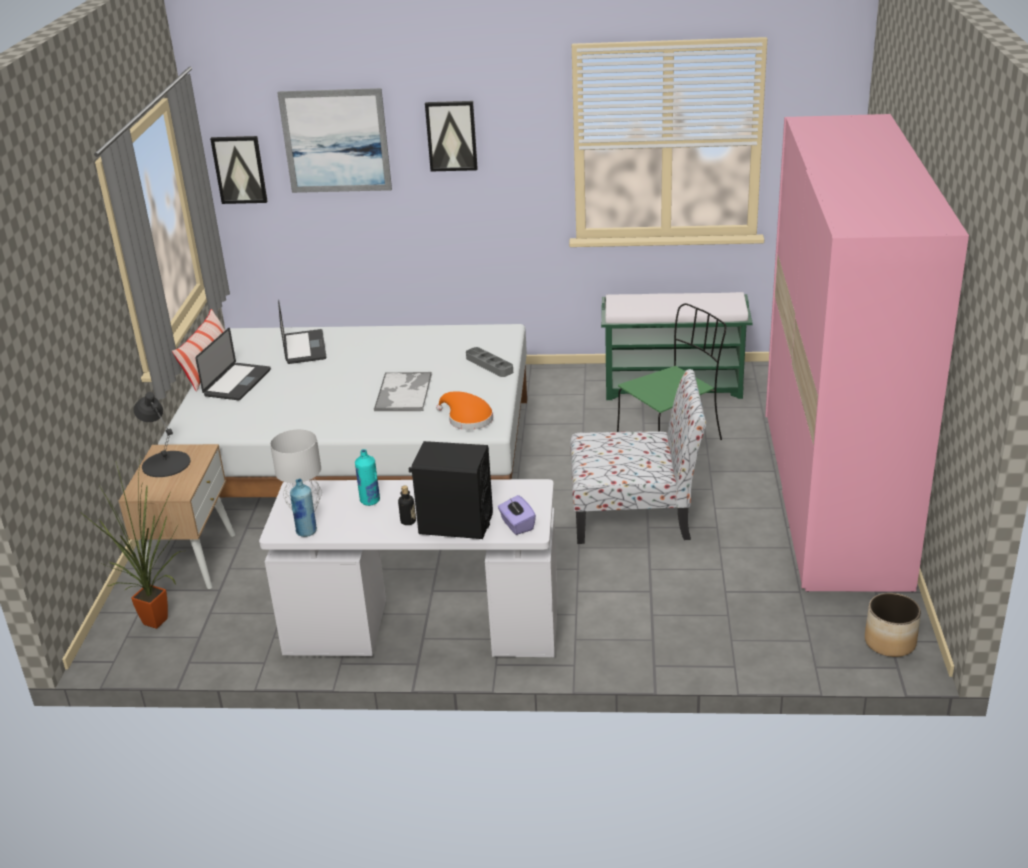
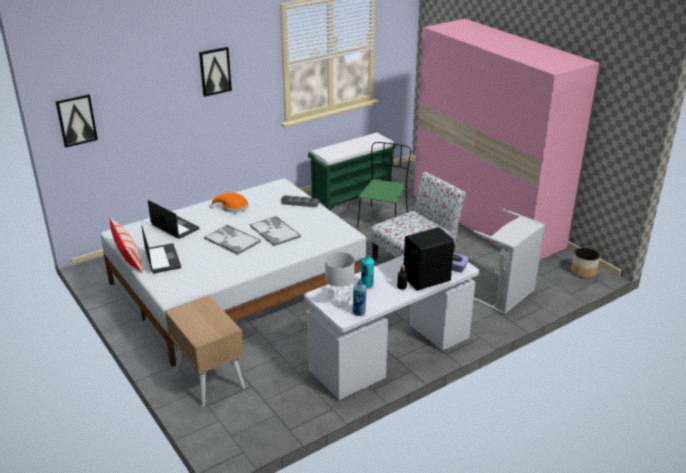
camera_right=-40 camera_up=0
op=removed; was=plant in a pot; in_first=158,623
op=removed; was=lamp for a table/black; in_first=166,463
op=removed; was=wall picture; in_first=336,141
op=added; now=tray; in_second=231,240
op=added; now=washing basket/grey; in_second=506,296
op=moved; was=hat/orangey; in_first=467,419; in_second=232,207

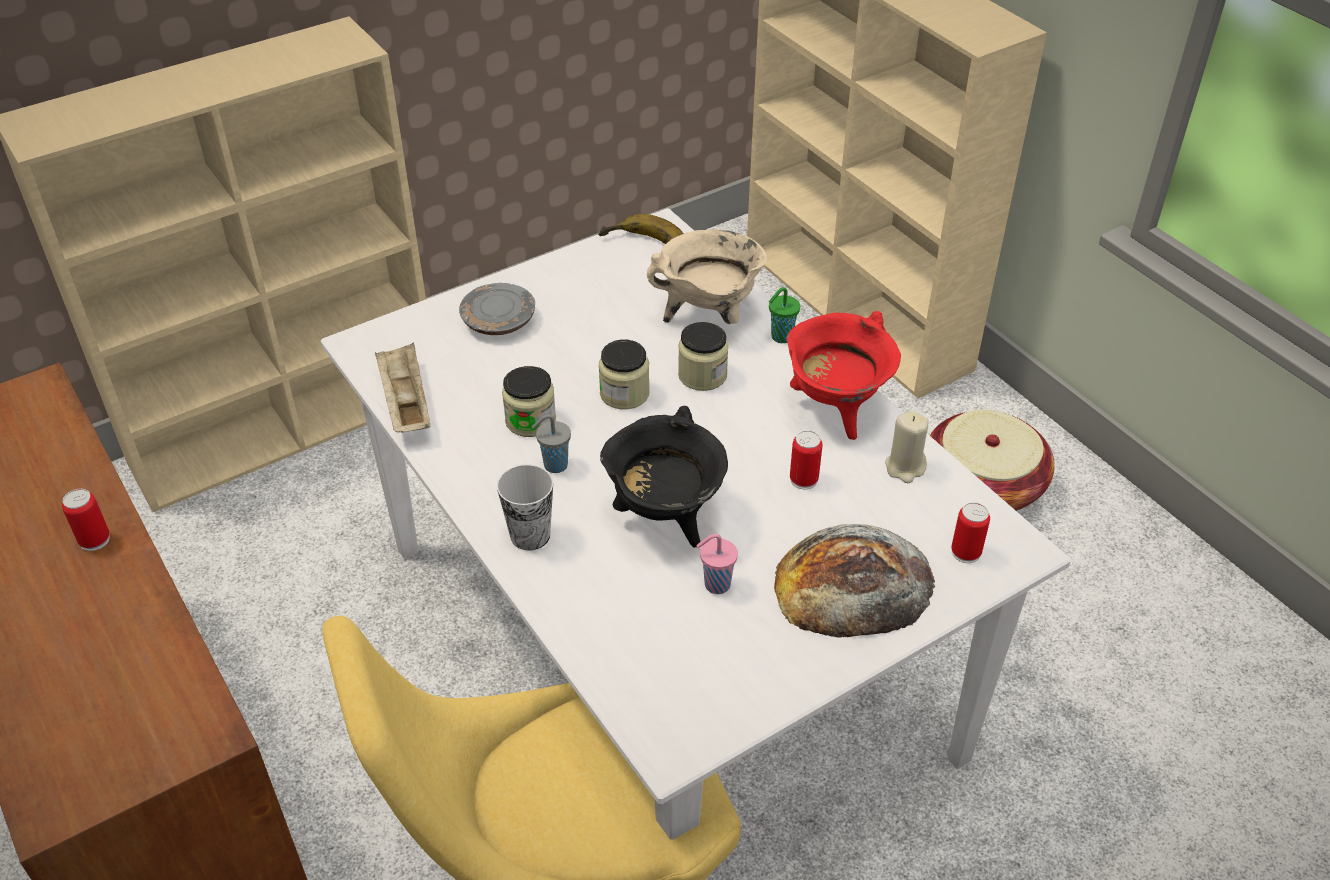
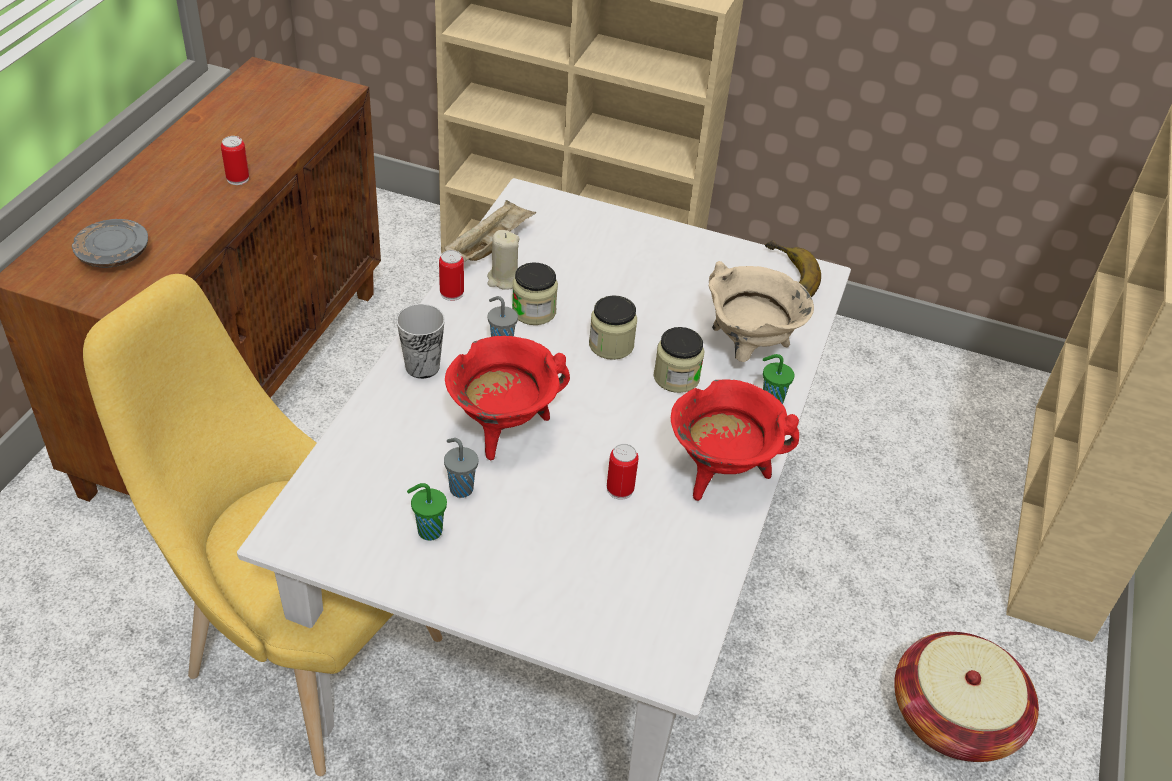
camera_right=50 camera_up=0
op=removed; was=bakery bread; in_first=853,583
op=added; now=drinking cup/greenish; in_second=428,531
op=moved; was=plate/grey; in_first=499,320; in_second=113,254
op=moved; was=wax light/beige; in_first=905,467; in_second=504,280
op=moved; was=can; in_first=965,552; in_second=451,293
op=recoloured; was=stockpot/black; now=stockpot/reddish; in_first=665,518; in_second=503,428
op=recoloured; was=drinking cup/pinkish; now=drinking cup/grey; in_first=715,585; in_second=460,488

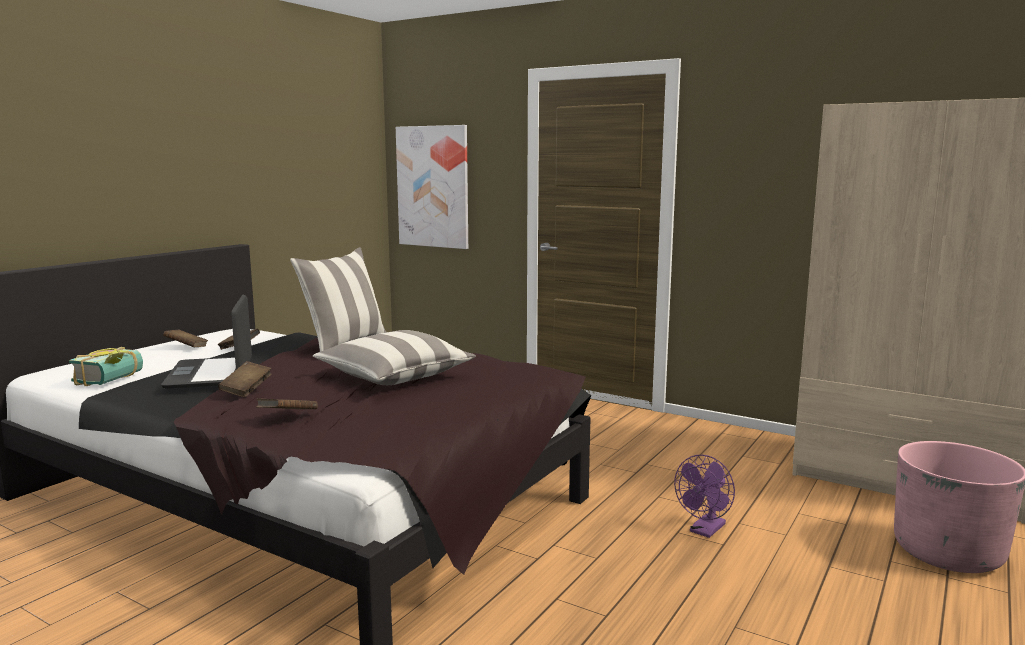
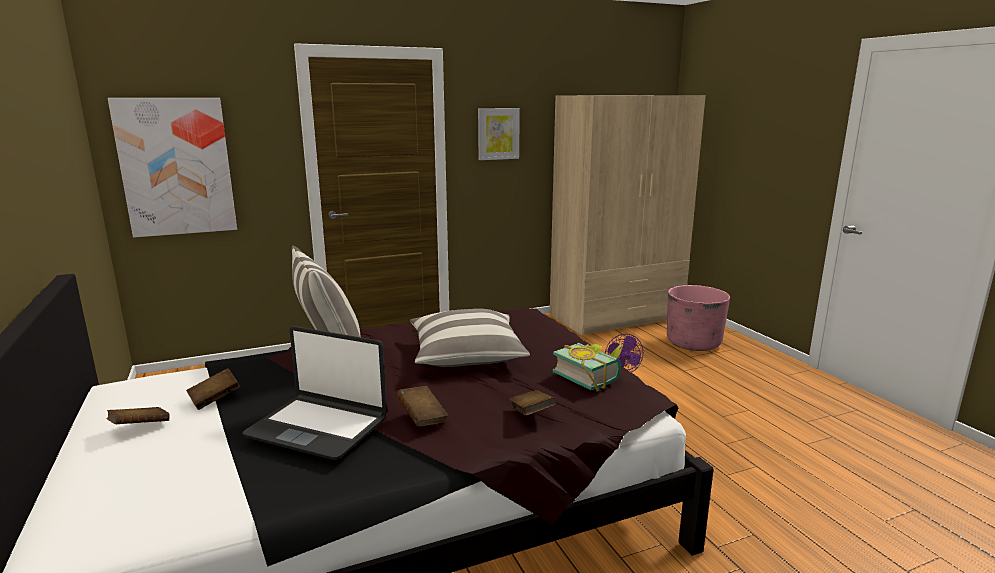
camera_right=-55 camera_up=5
op=added; now=wall picture; in_second=498,133
op=moved; was=book; in_first=113,380; in_second=590,376

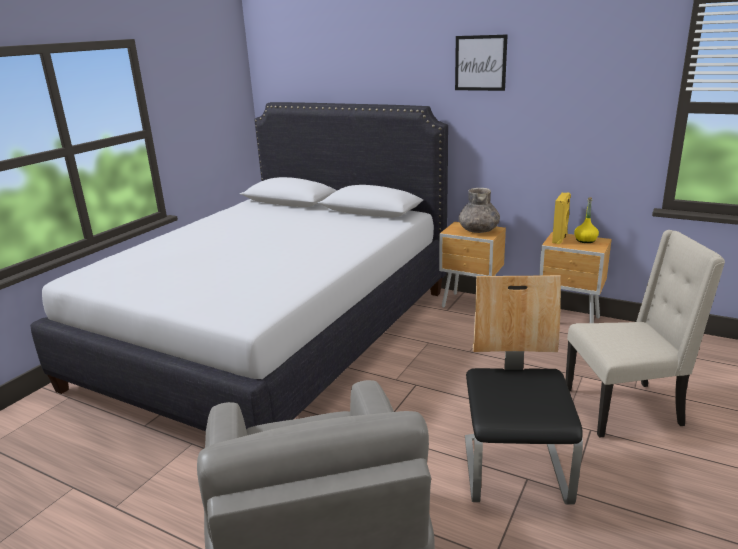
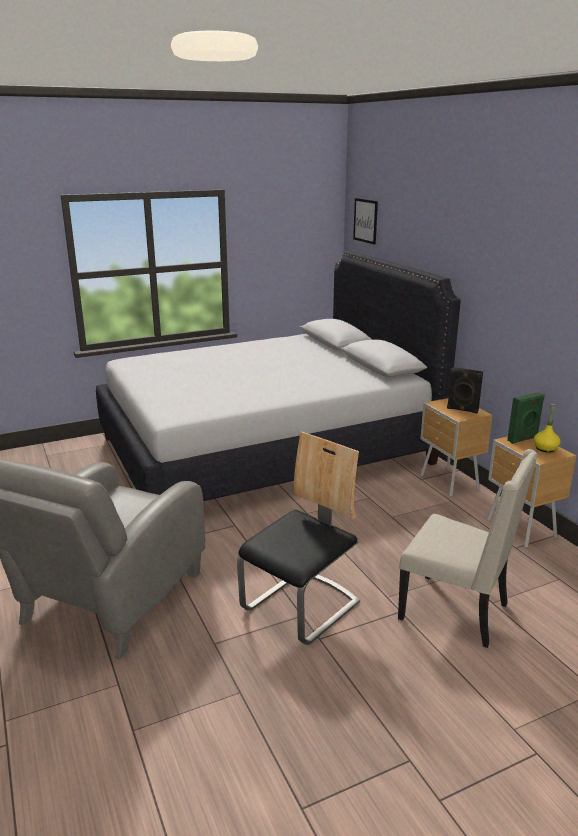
camera_right=35 camera_up=0
op=moved; was=wall picture; in_first=480,63; in_second=365,220
op=replaced; was=flower vase/grey; now=speaker/black; in_first=479,230; in_second=462,410
op=recoloured; was=speaker/yellow-coloured; now=speaker/greenish; in_first=560,239; in_second=523,439

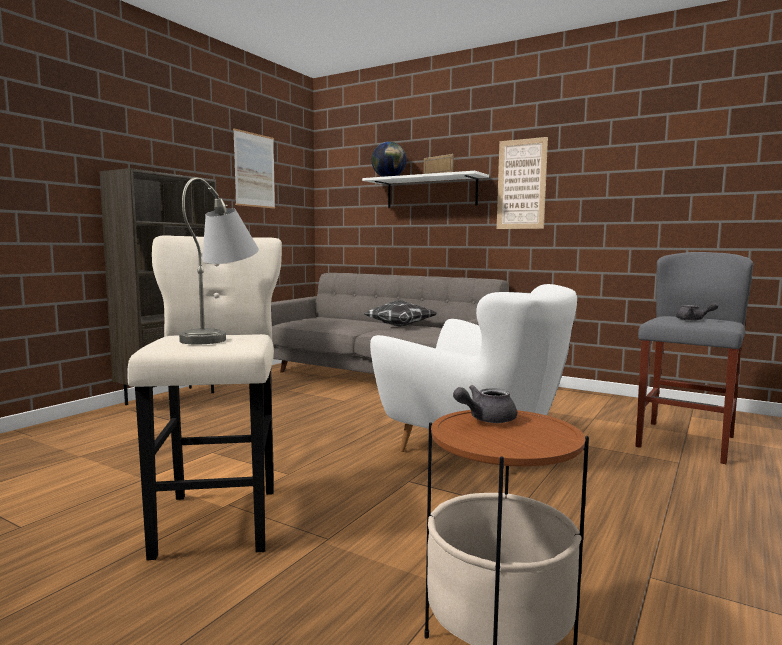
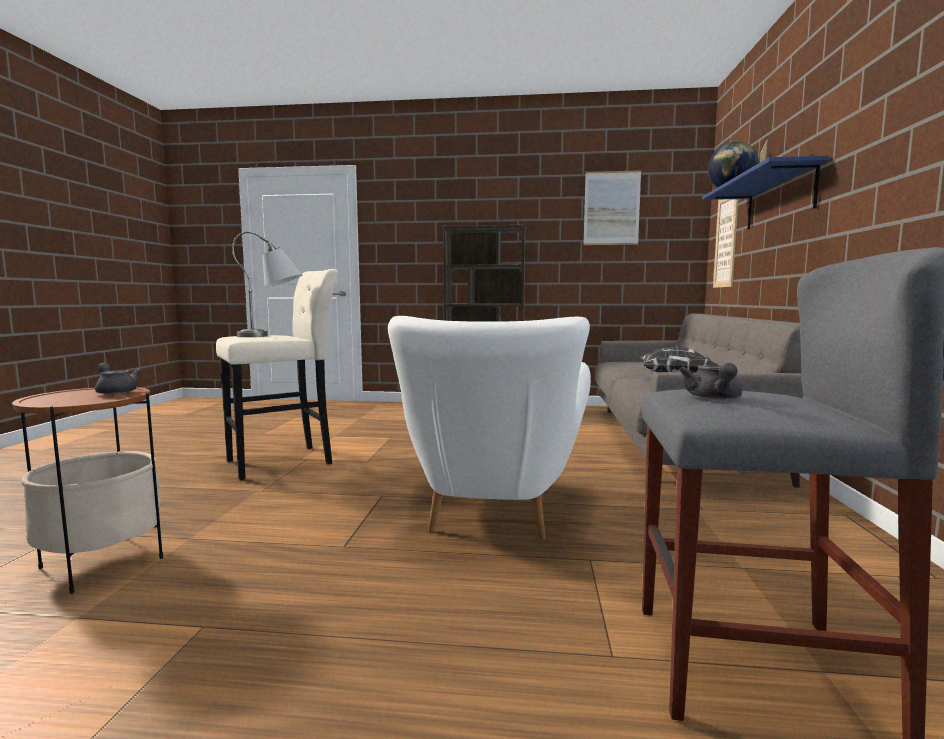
camera_right=65 camera_up=0
op=moved; was=wall picture; in_first=521,184; in_second=726,241
op=recoloured; was=bracket shelf/whitish; now=bracket shelf/bluish; in_first=431,192; in_second=779,199

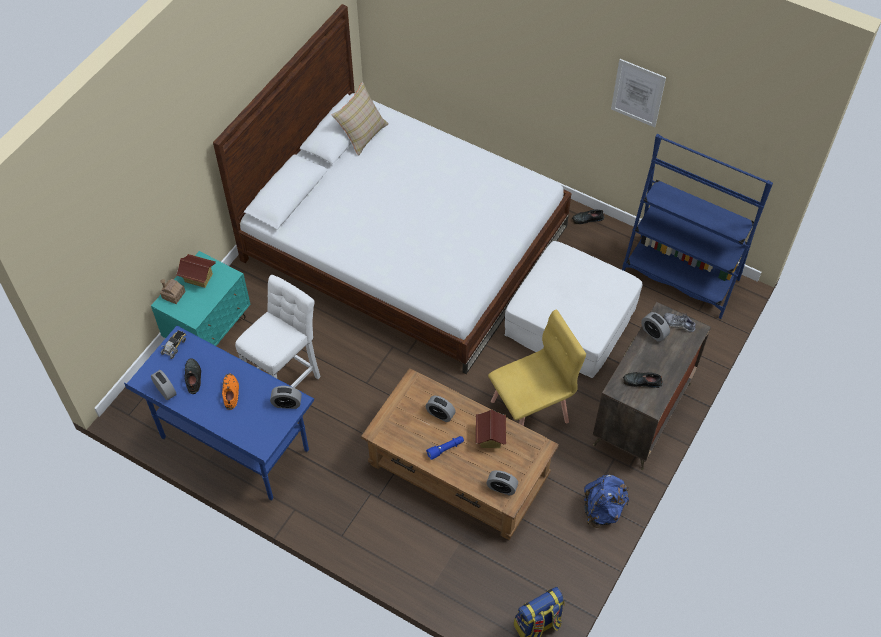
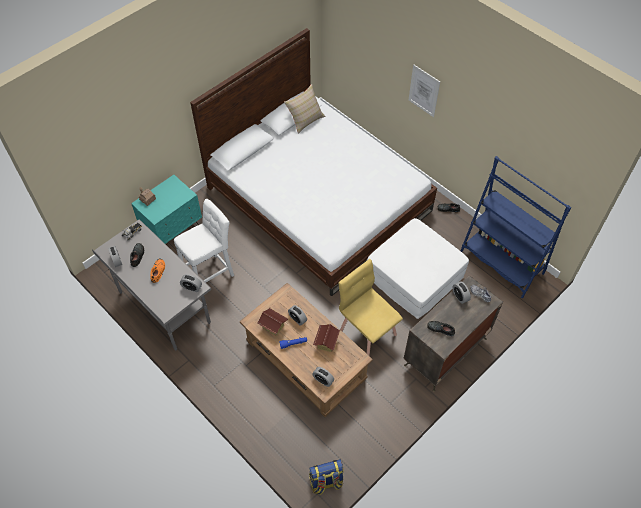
camera_right=15 camera_up=0
op=removed; was=rucksack/bluish; in_first=603,509
op=moved; was=model house; in_first=198,278; in_second=273,326
op=moved; was=wall picture; in_first=638,93; in_second=424,90
op=recoloured; was=desk/bluish; now=desk/grey; in_first=234,445; in_second=164,308
op=turned; was=plain chair/yellow-coloured; in_first=530,411; in_second=367,332; clockwise=-120

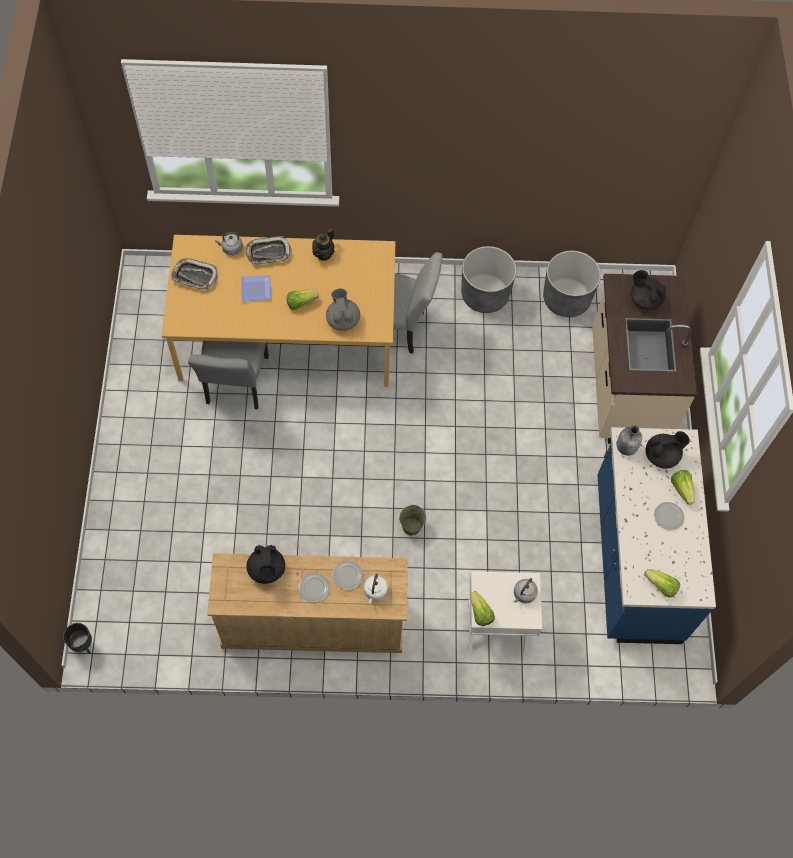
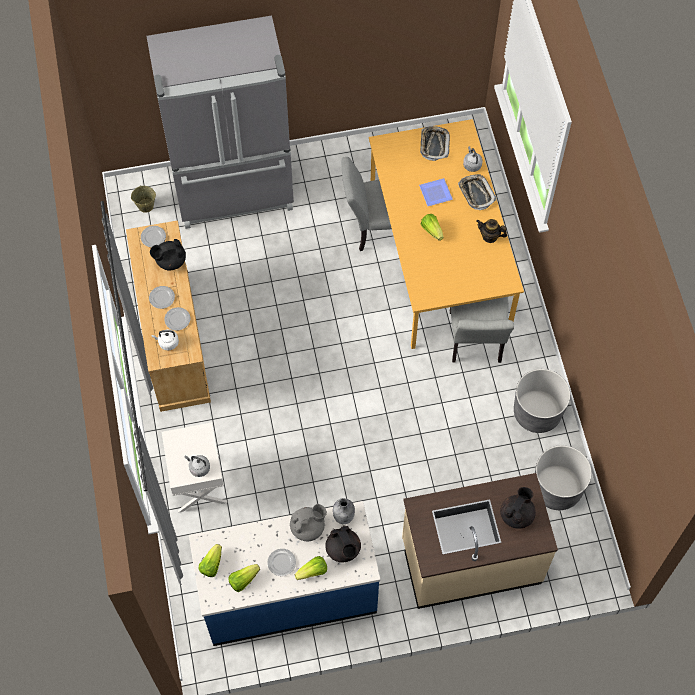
camera_right=80 camera_up=0
op=removed; was=planter/black; in_first=82,645
op=added; now=plate; in_second=153,237
op=added; now=kitchen fridge/grey; in_second=234,191
op=moved; was=tea pot/grey; in_first=343,320; in_second=308,527
op=moved; was=water bucket/beige; in_first=411,527; in_second=145,205
op=moved; was=lettuce head; in_first=480,613; in_second=243,580

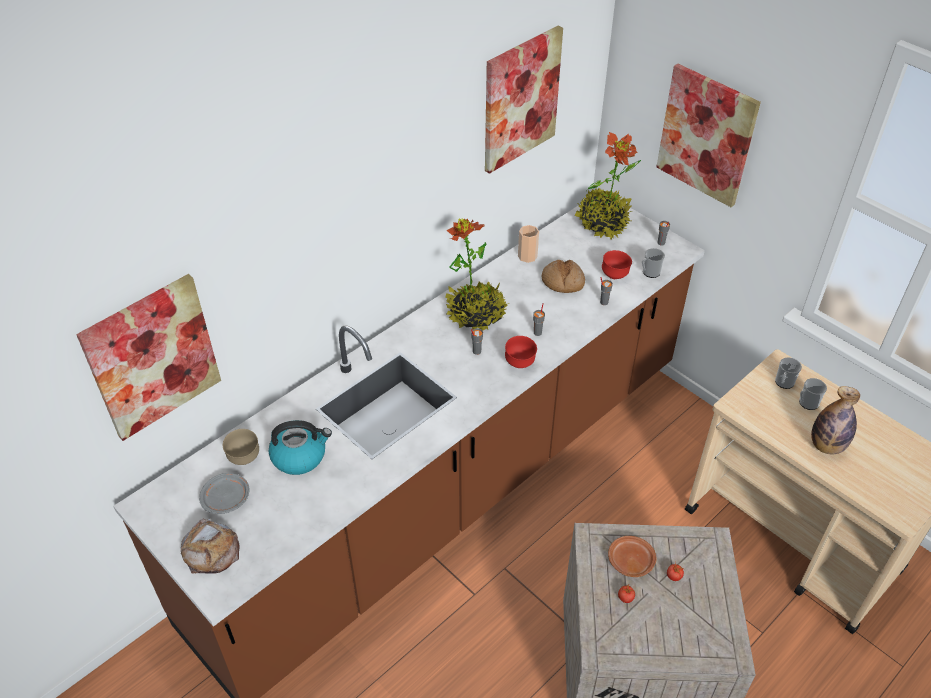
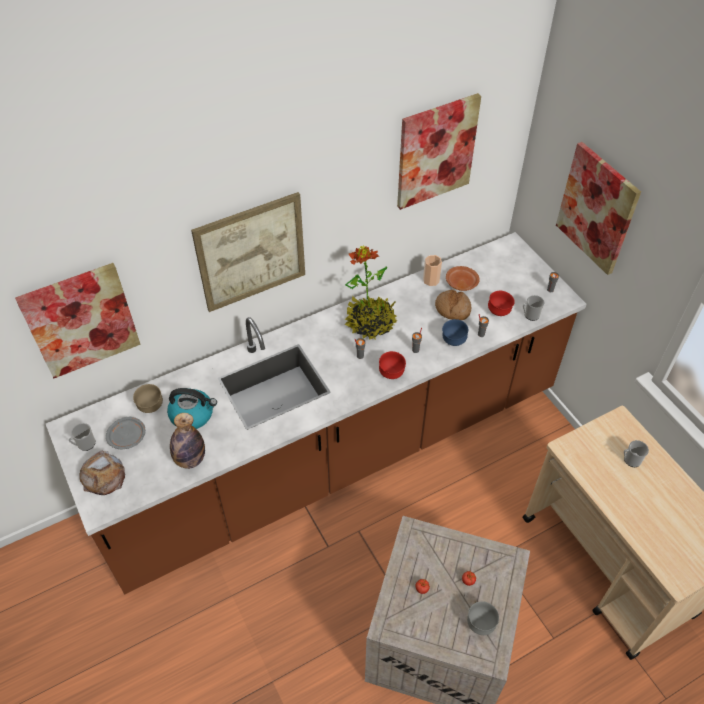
camera_right=15 camera_up=5
op=removed; was=plant in a pot; in_first=602,223
op=added; now=wall picture; in_second=251,252
op=added; now=deep dish/bluish; in_second=453,341
op=added; now=deep dish/grey; in_second=480,624
op=moved; was=plate/brown; in_first=630,561; in_second=461,282
op=moved; was=mug; in_first=783,383; in_second=84,444
op=moved; was=beverage bottle; in_first=826,446; in_second=190,459

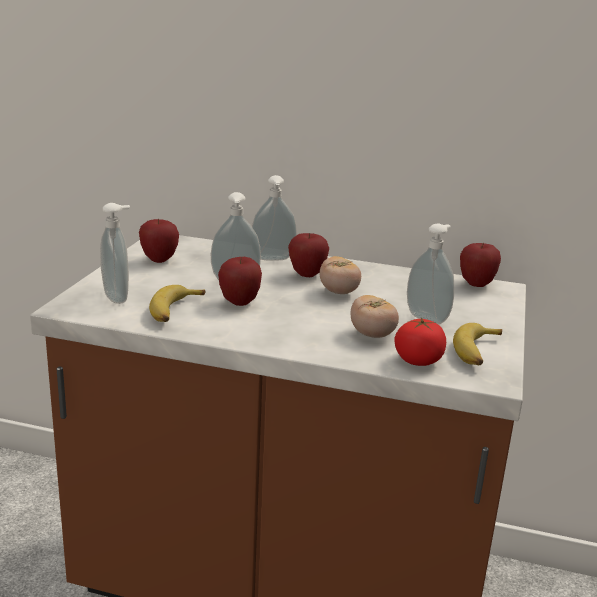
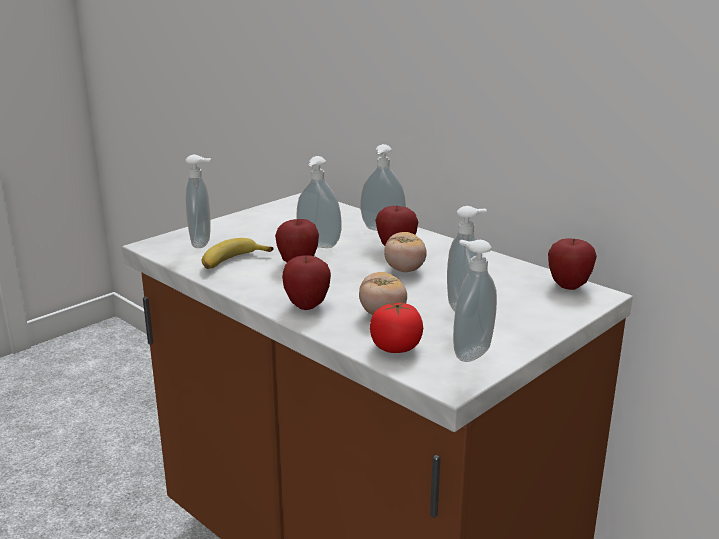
camera_right=30 camera_up=0
op=moved; was=apple; in_first=159,260; in_second=307,305
op=replaced; was=whole banana; now=liquid soap bottle; in_first=477,352; in_second=470,352

